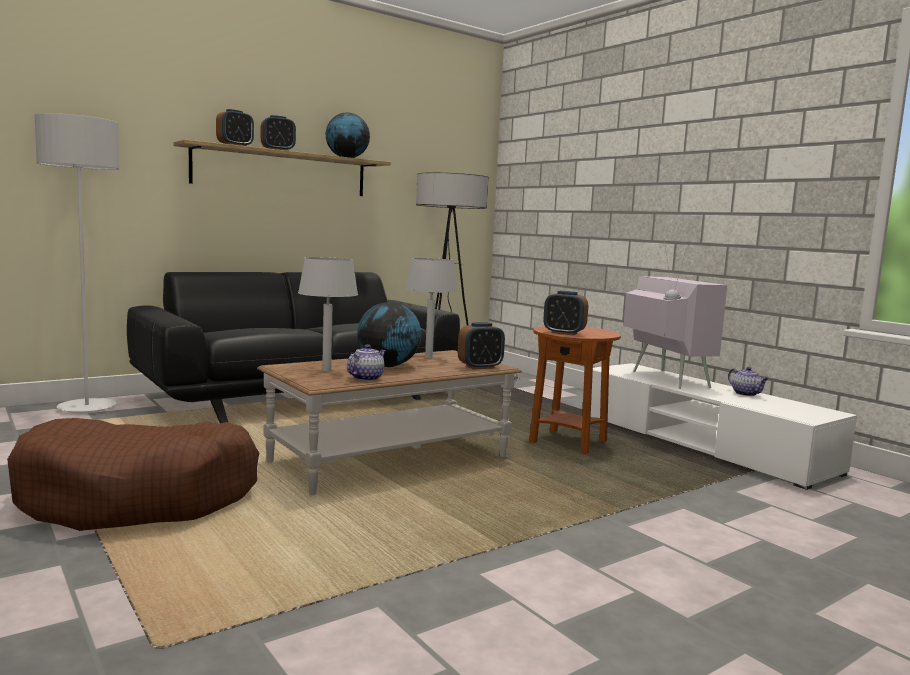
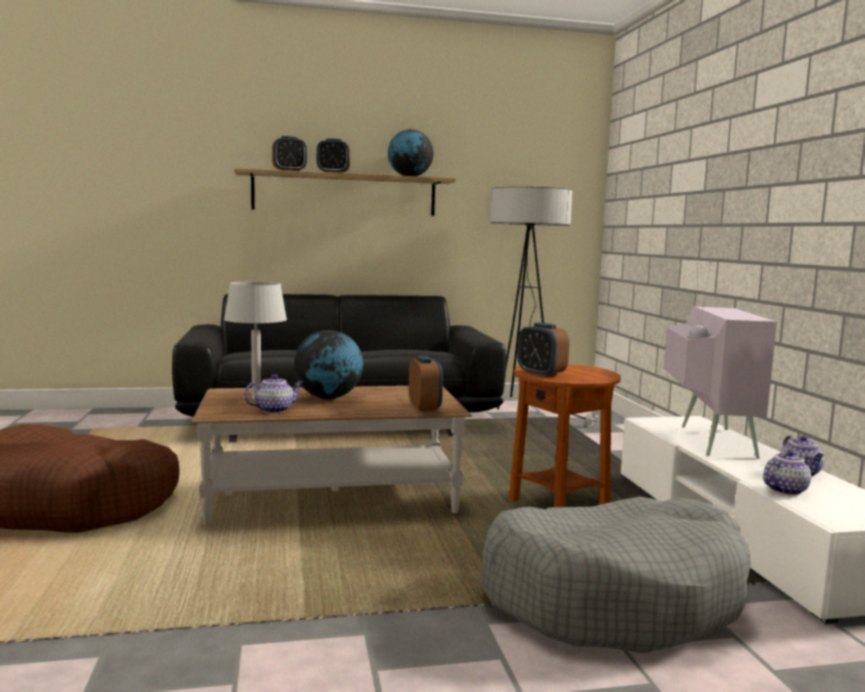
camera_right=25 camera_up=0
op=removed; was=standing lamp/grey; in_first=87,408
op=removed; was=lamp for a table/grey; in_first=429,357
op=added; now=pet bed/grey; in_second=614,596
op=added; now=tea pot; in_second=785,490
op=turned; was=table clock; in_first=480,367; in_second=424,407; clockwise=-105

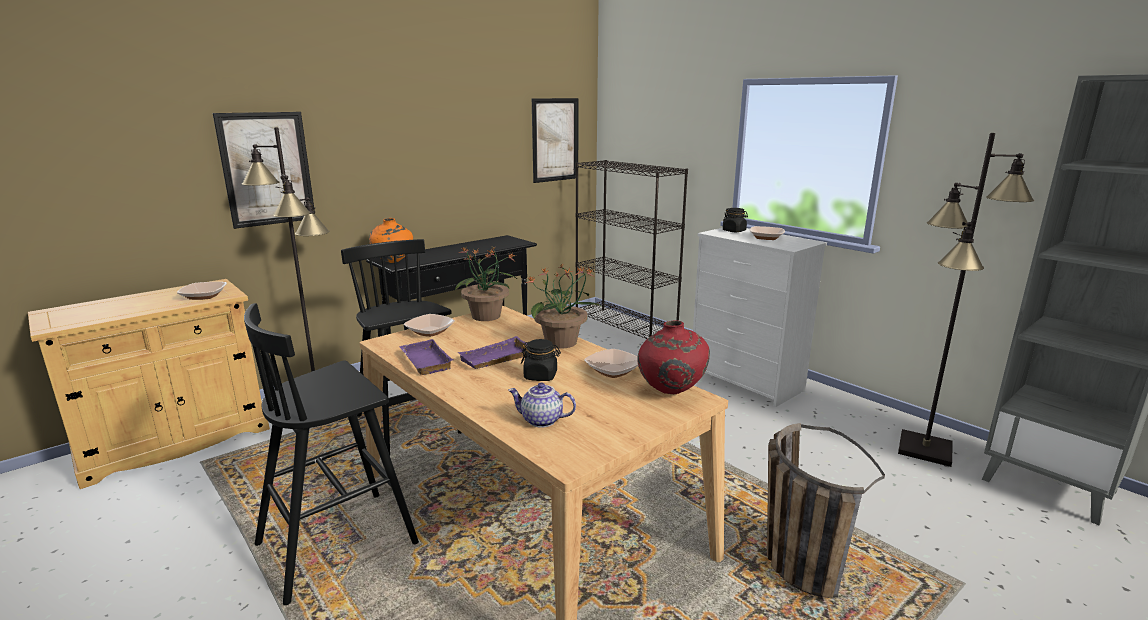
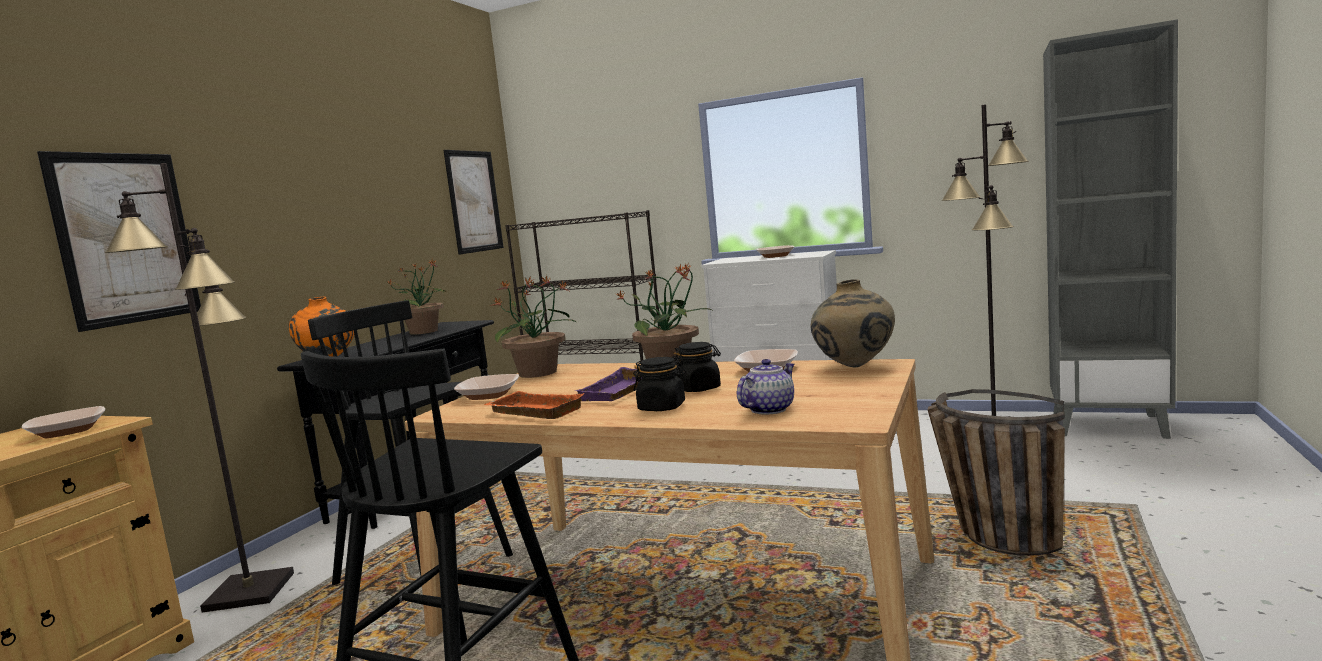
camera_right=-25 camera_up=-10
op=added; now=plant in a pot; in_second=424,331
op=moved; was=preserve jar/black; in_first=734,231; in_second=662,407
op=recoloured; was=tray/purple-coloured; now=tray/orangey; in_first=424,361; in_second=532,412
op=recoloured; was=flower vase/reddish; now=flower vase/beige; in_first=670,393; in_second=855,367
op=turned; was=tea pot; in_first=541,421; in_second=768,409; clockwise=150

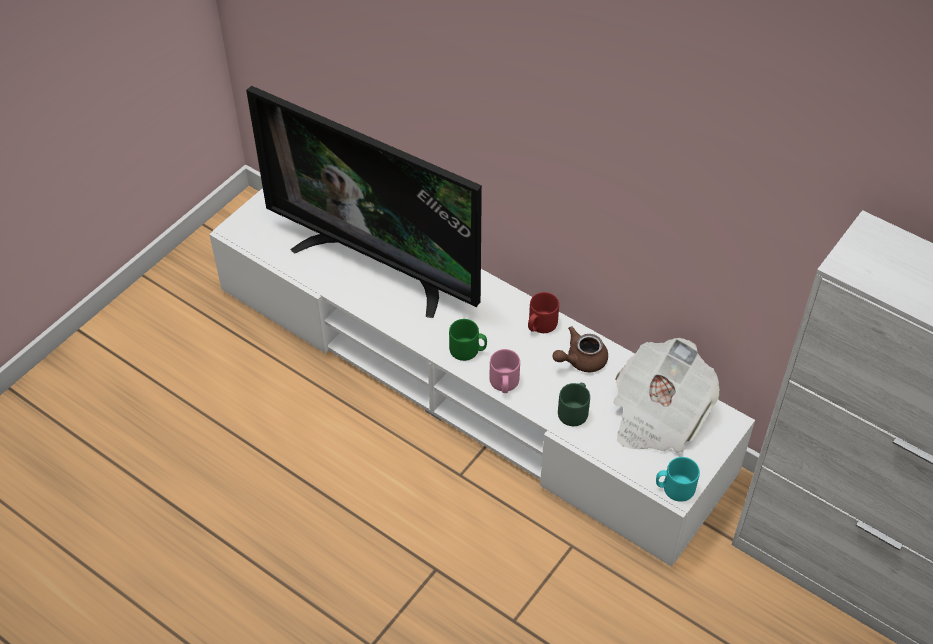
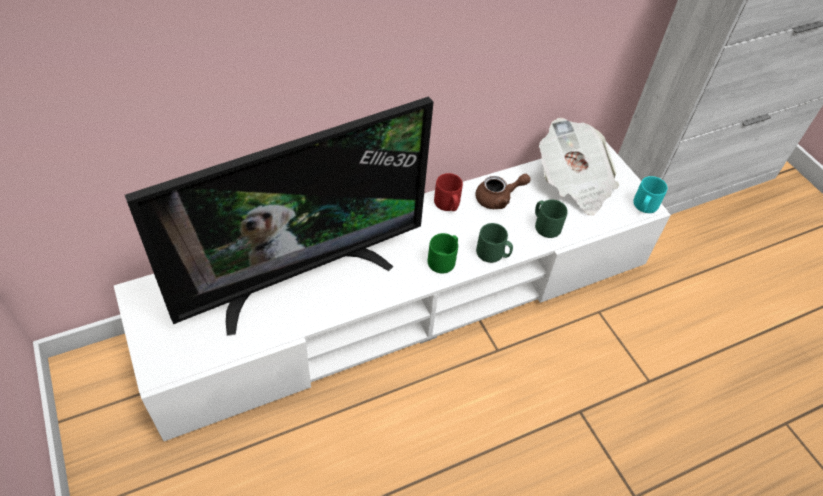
camera_right=-65 camera_up=0
op=recoloured; was=mug/pinkish; now=mug/greenish; in_first=504,383; in_second=493,254
op=turned; was=tea pot/brown; in_first=580,360; in_second=498,199; clockwise=-105

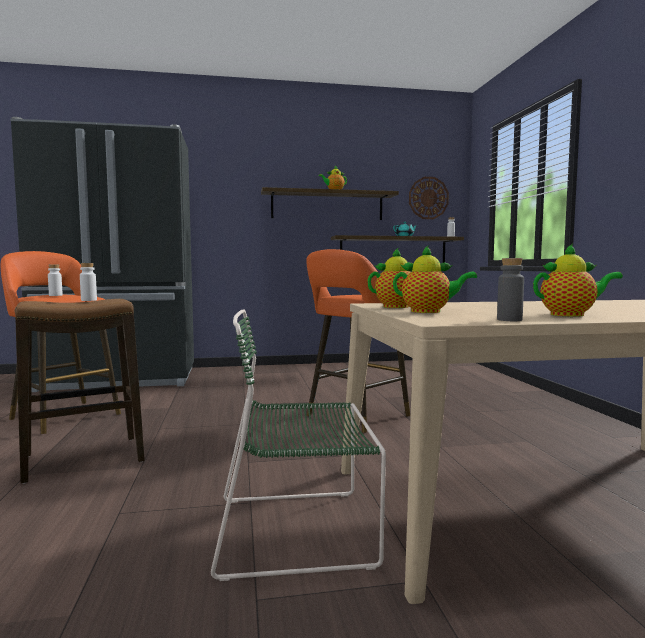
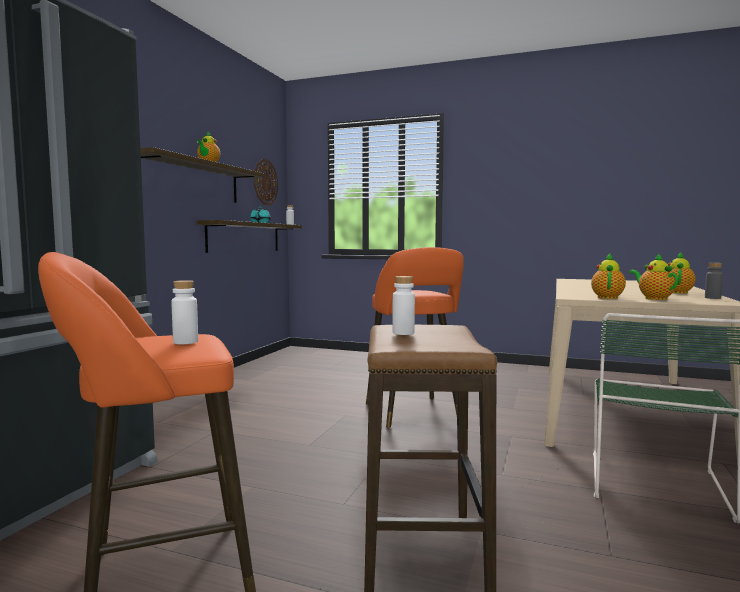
camera_right=-60 camera_up=0
op=turned; was=tea pot; in_first=429,312; in_second=653,298; clockwise=-60

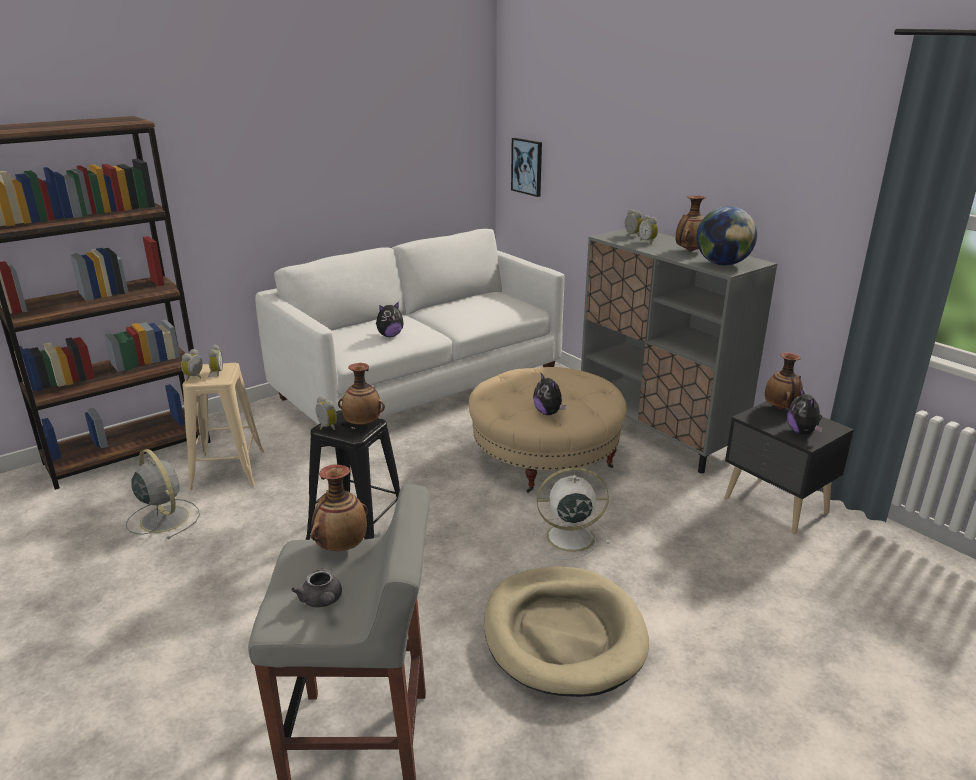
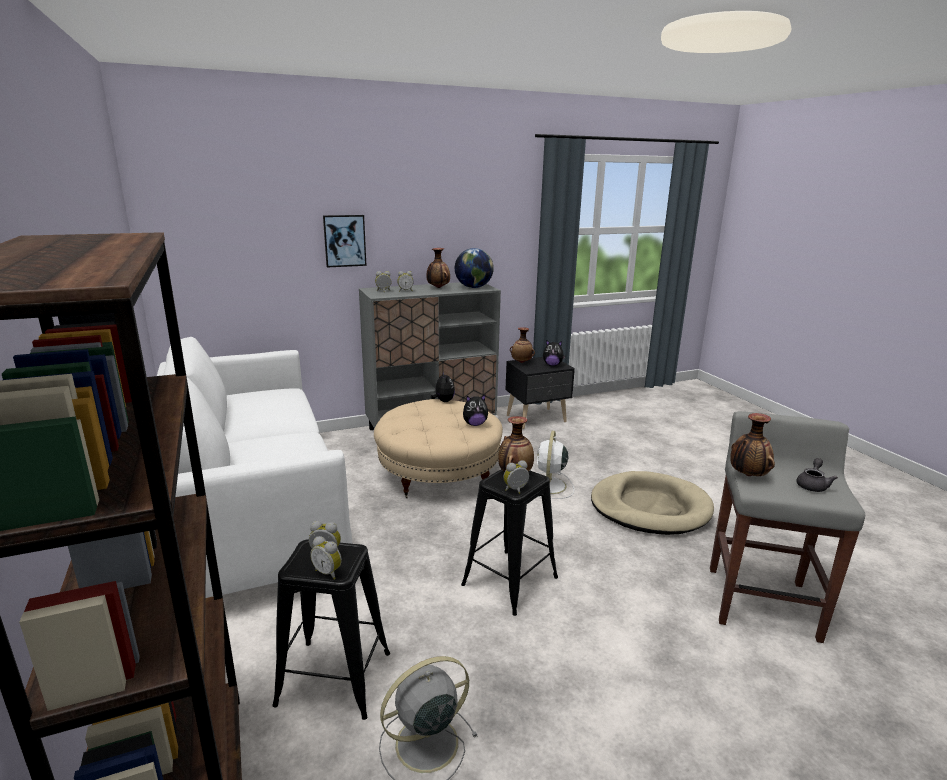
camera_right=-75 camera_up=-5
op=moved; was=soft toy; in_first=390,335; in_second=443,401
op=moved; was=wall picture; in_first=527,166; in_second=344,240
op=recoloured; was=stool/beige; now=stool/black; in_first=227,470; in_second=335,678
op=turned; was=tea pot/grey; in_first=322,601; in_second=812,485; clockwise=-45

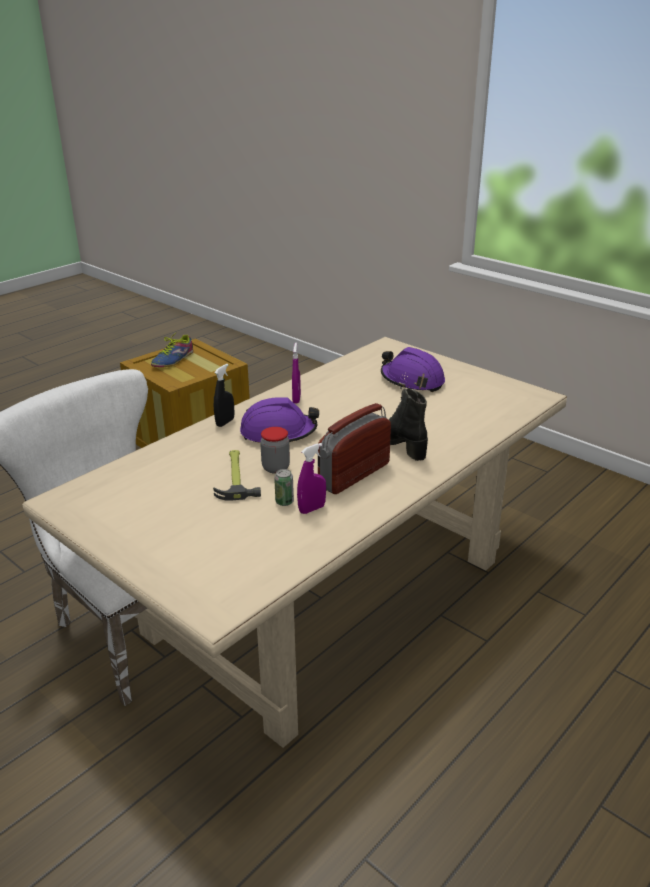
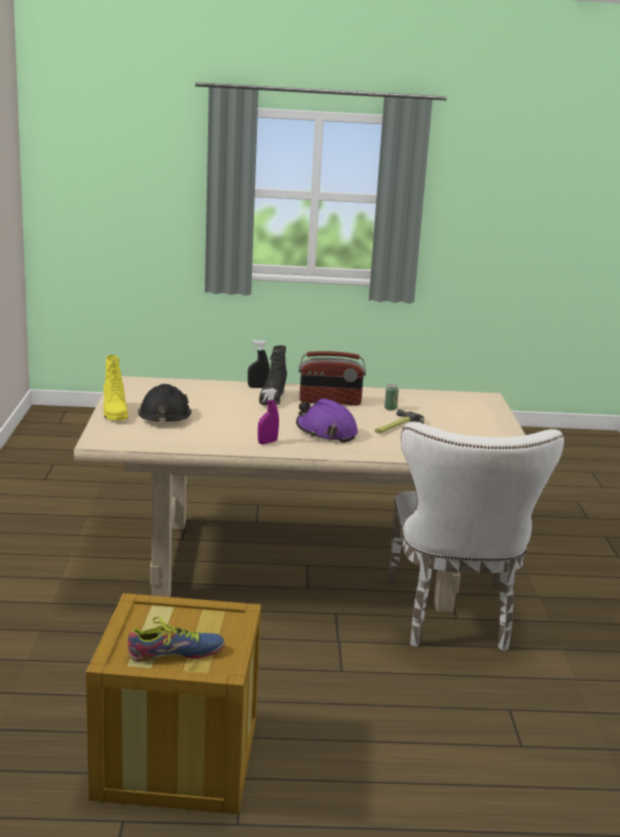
camera_right=-135 camera_up=-10
op=removed; was=preserve jar; in_first=276,468
op=removed; was=spray bottle/purple-coloured; in_first=312,509
op=added; now=tall boot/yellow-coloured; in_second=114,413
op=moved; was=spray bottle/black; in_first=225,422; in_second=257,387
op=recoloured; was=hard hat/purple-coloured; now=hard hat/black; in_first=412,381; in_second=164,417

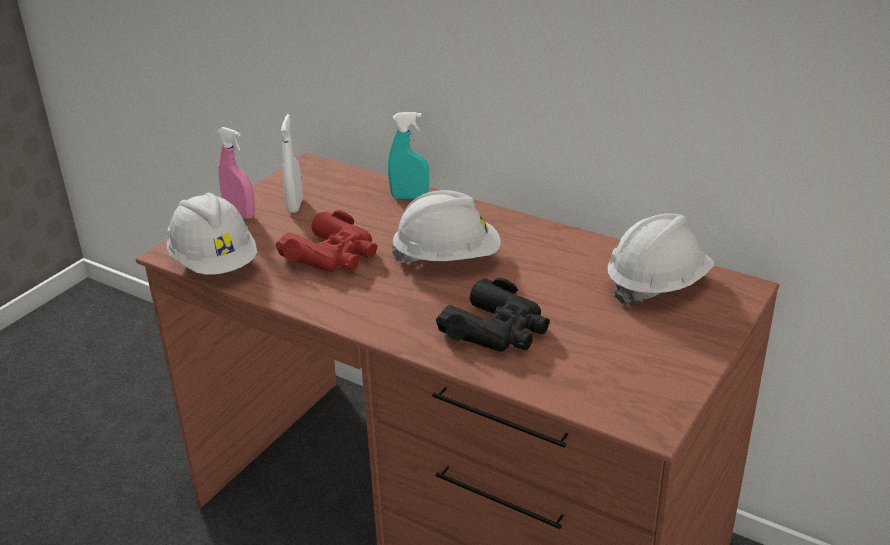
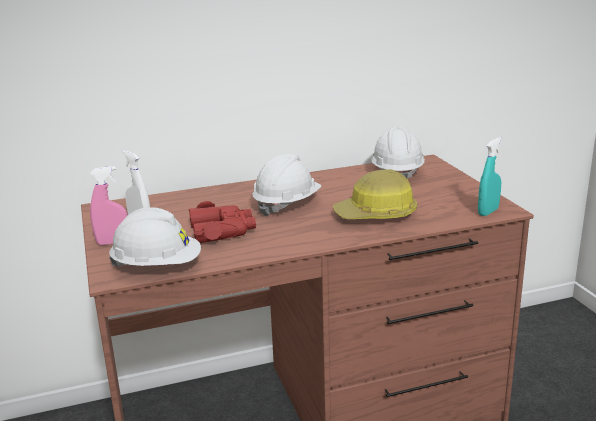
camera_right=-50 camera_up=-10
op=moved; was=spray bottle/turquoise; in_first=409,197; in_second=488,212
op=replaced; was=binoculars/black; now=hard hat; in_first=497,330; in_second=376,215

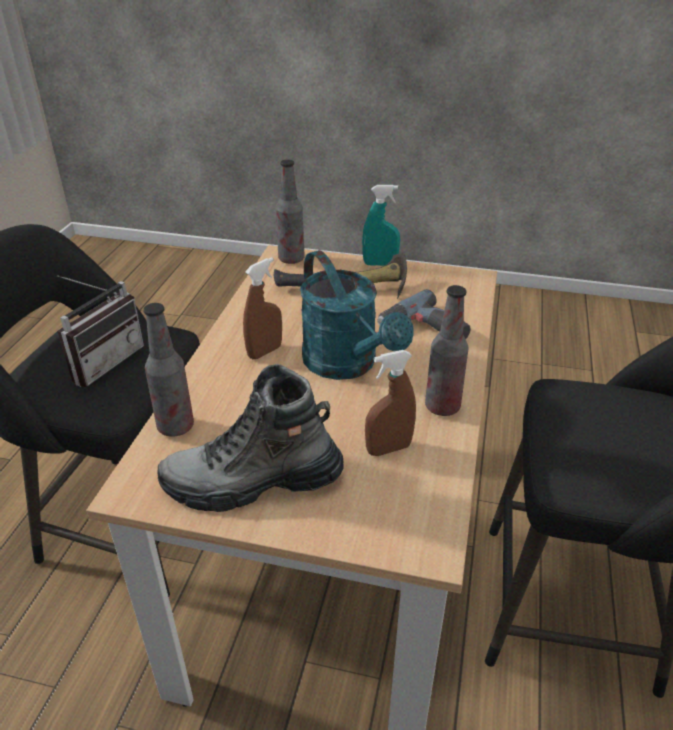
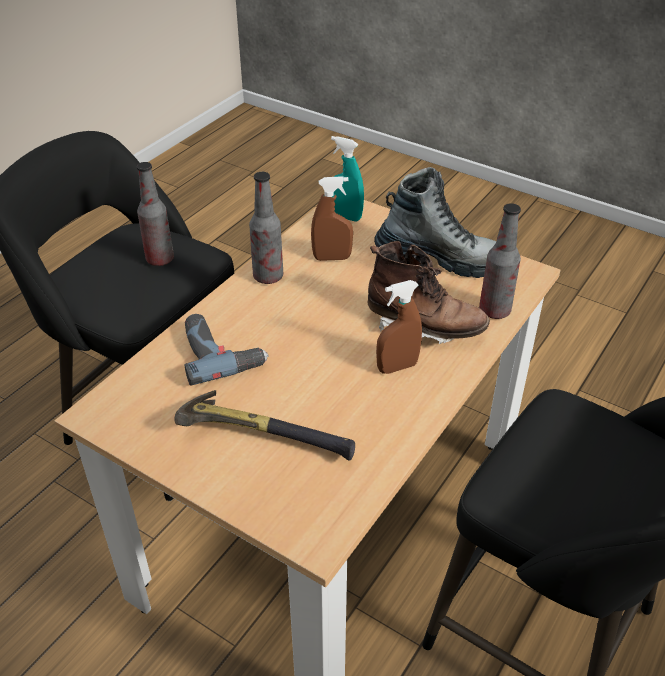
camera_right=-160 camera_up=5
op=removed; was=radio; in_first=103,361
op=removed; was=sprinkling can/turquoise; in_first=347,365
op=added; now=tall boot/brown; in_second=424,327
op=moved; was=beverage bottle; in_first=291,259; in_second=160,259
op=moved; was=spray bottle/turquoise; in_first=380,264; in_second=344,217

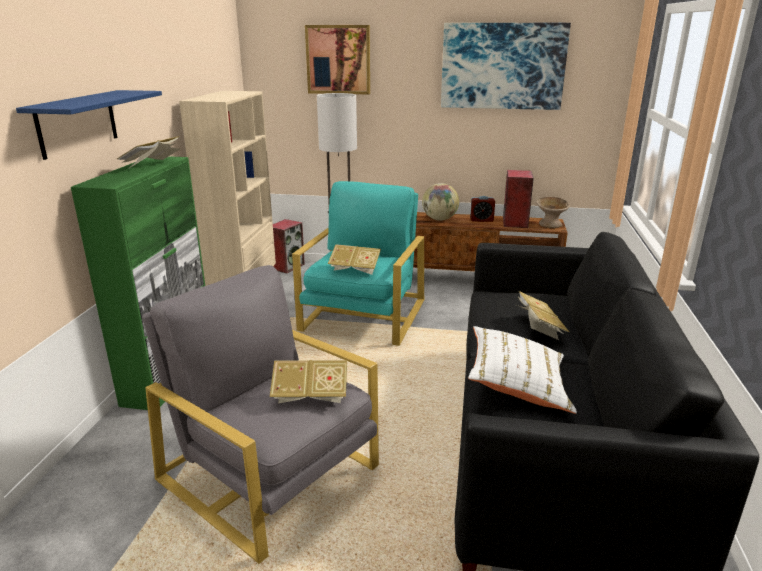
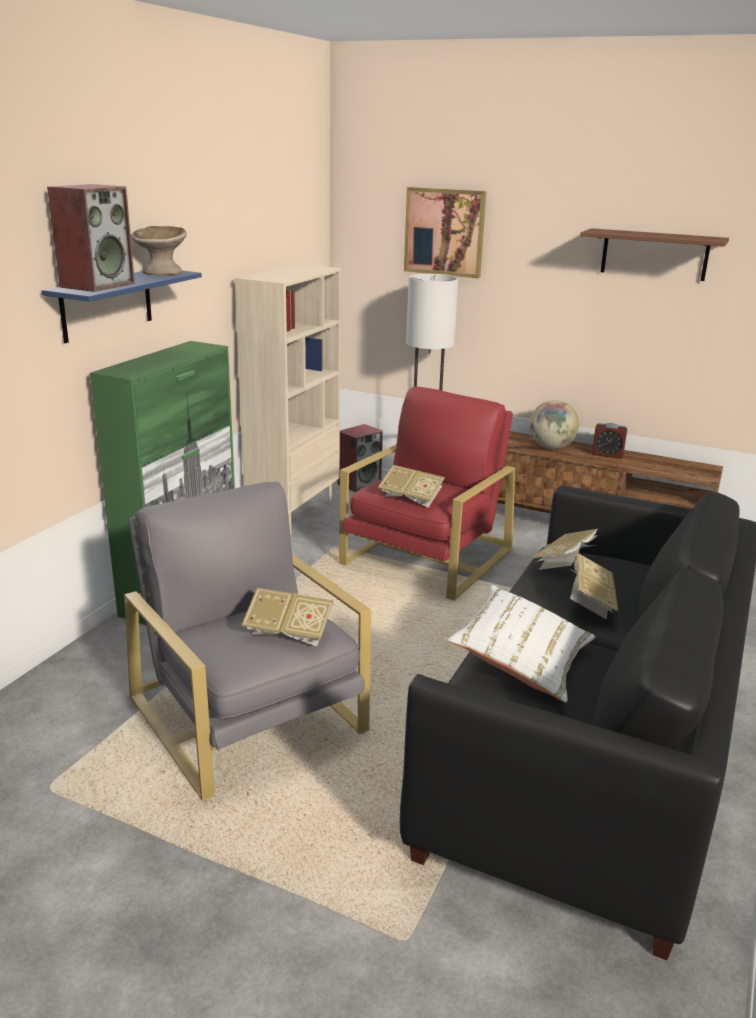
camera_right=15 camera_up=0
op=moved; was=book; in_first=153,165; in_second=564,563
op=moved; was=speaker; in_first=514,222; in_second=97,285
op=moved; was=deep dish/beige; in_first=550,224; in_second=162,272
op=replaced; was=wall picture; now=bracket shelf/brown; in_first=502,66; in_second=654,254
op=recoloured; was=armchair/turquoise; now=armchair/reddish; in_first=363,315; in_second=426,557

